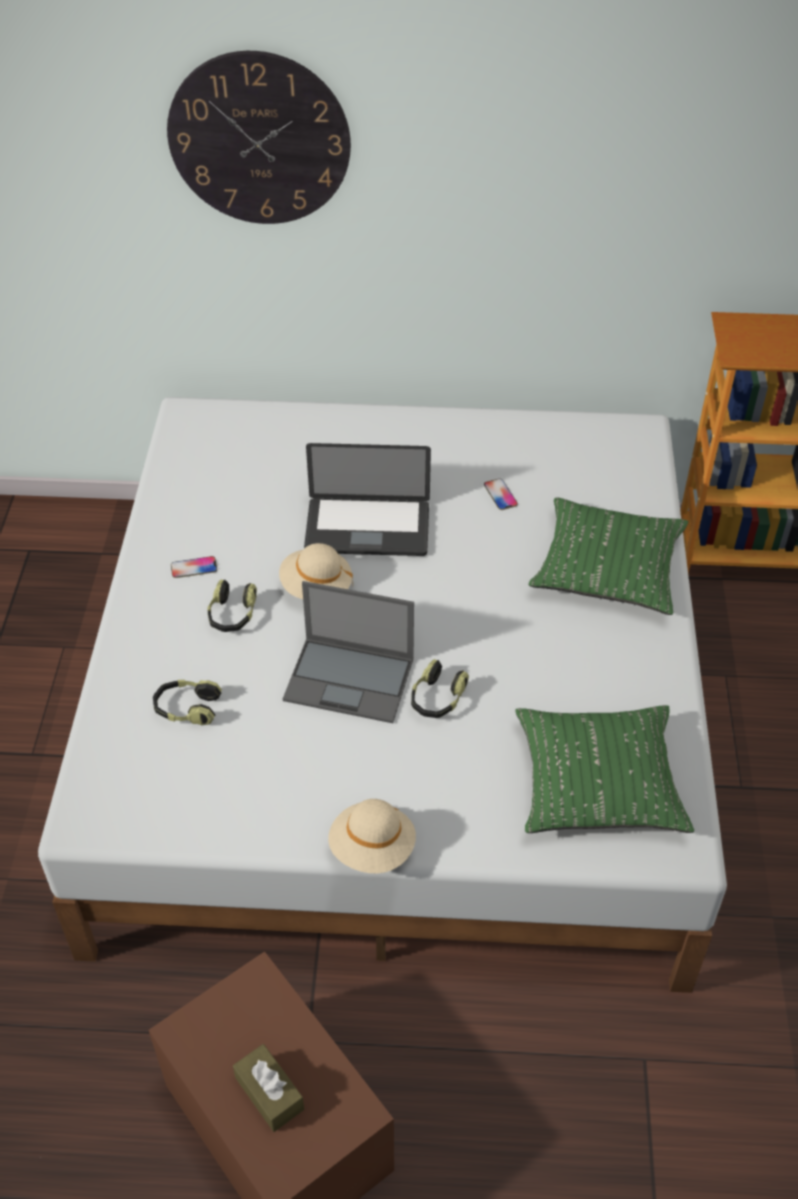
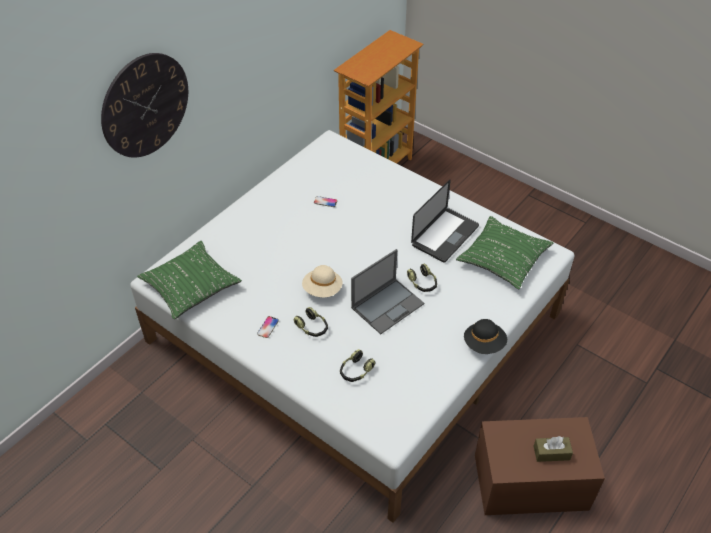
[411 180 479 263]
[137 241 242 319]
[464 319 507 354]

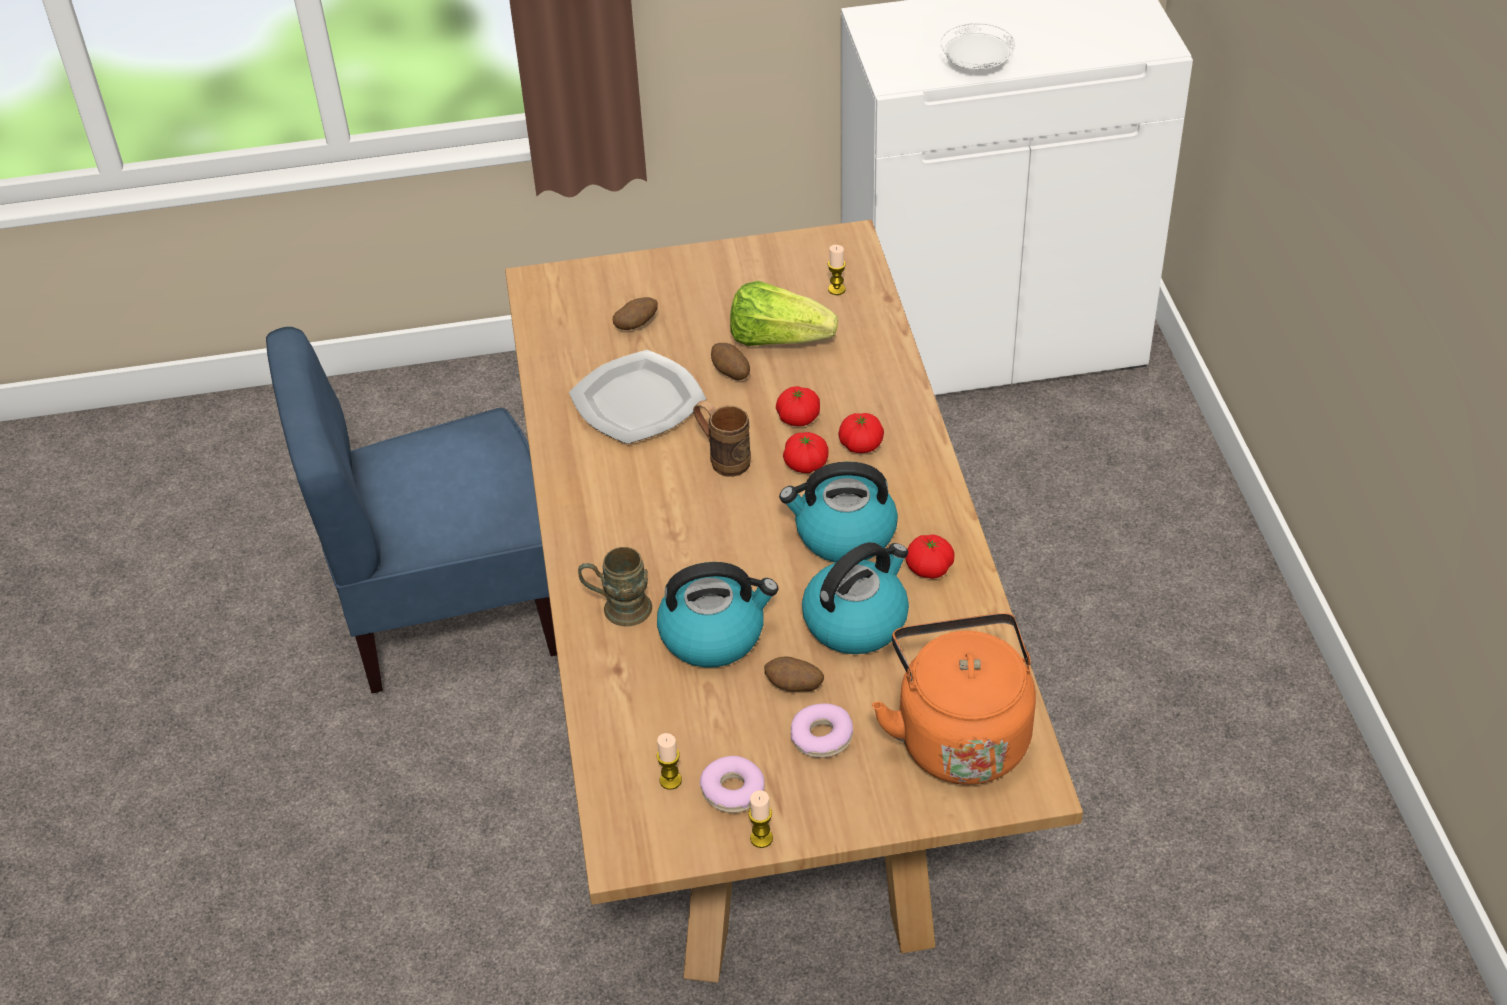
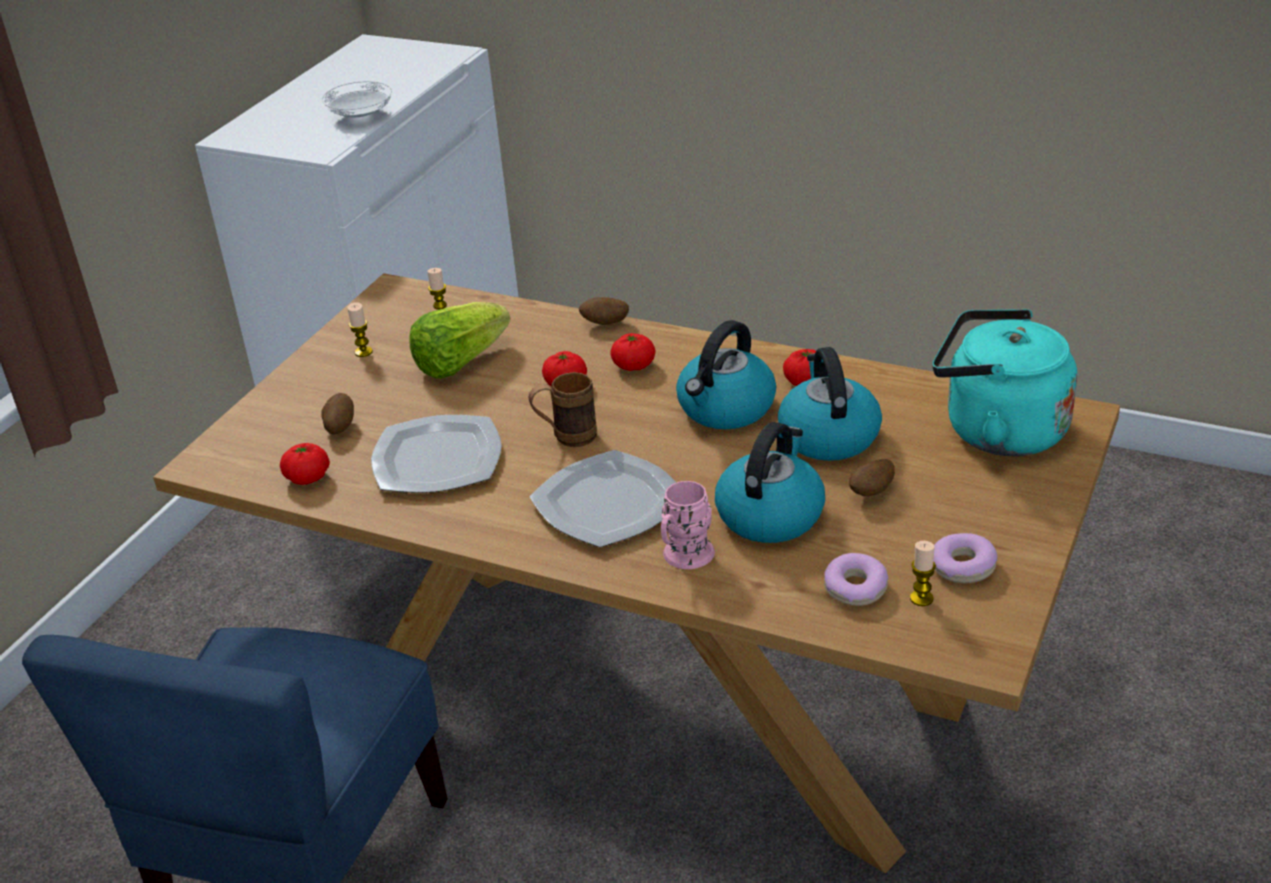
[529 450 676 547]
[579 297 629 325]
[347 302 373 357]
[280 443 330 485]
[824 553 888 606]
[661 481 715 569]
[932 309 1077 456]

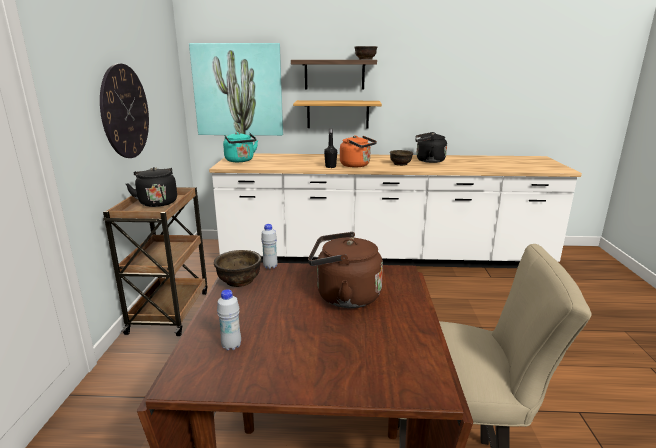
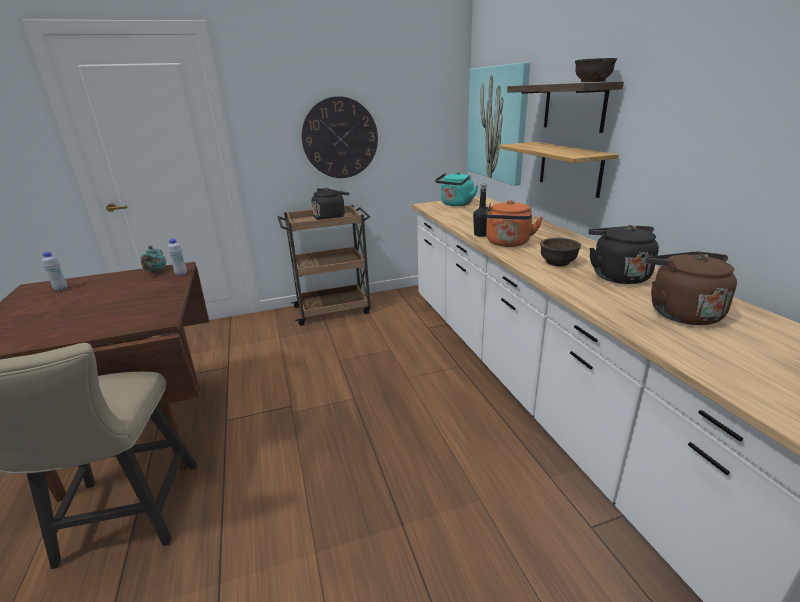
[645 252 737 325]
[141 245 166 272]

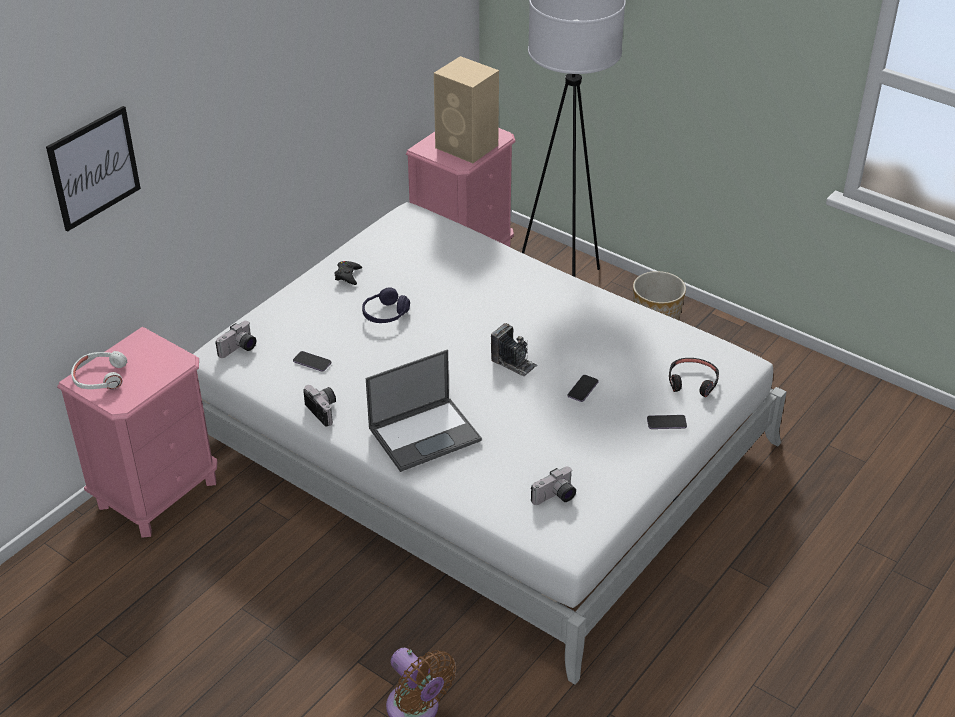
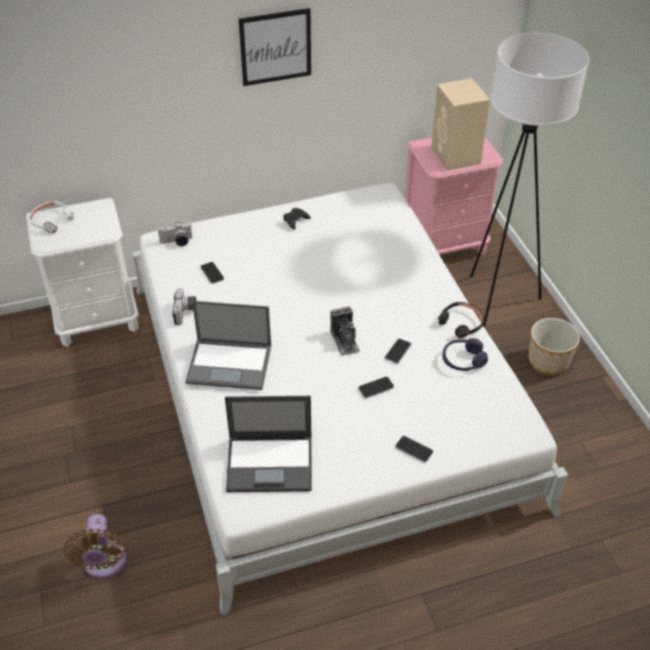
[384 338 412 364]
[239 8 311 86]
[442 338 488 371]
[438 302 484 338]
[225 396 312 492]
[26 198 139 347]

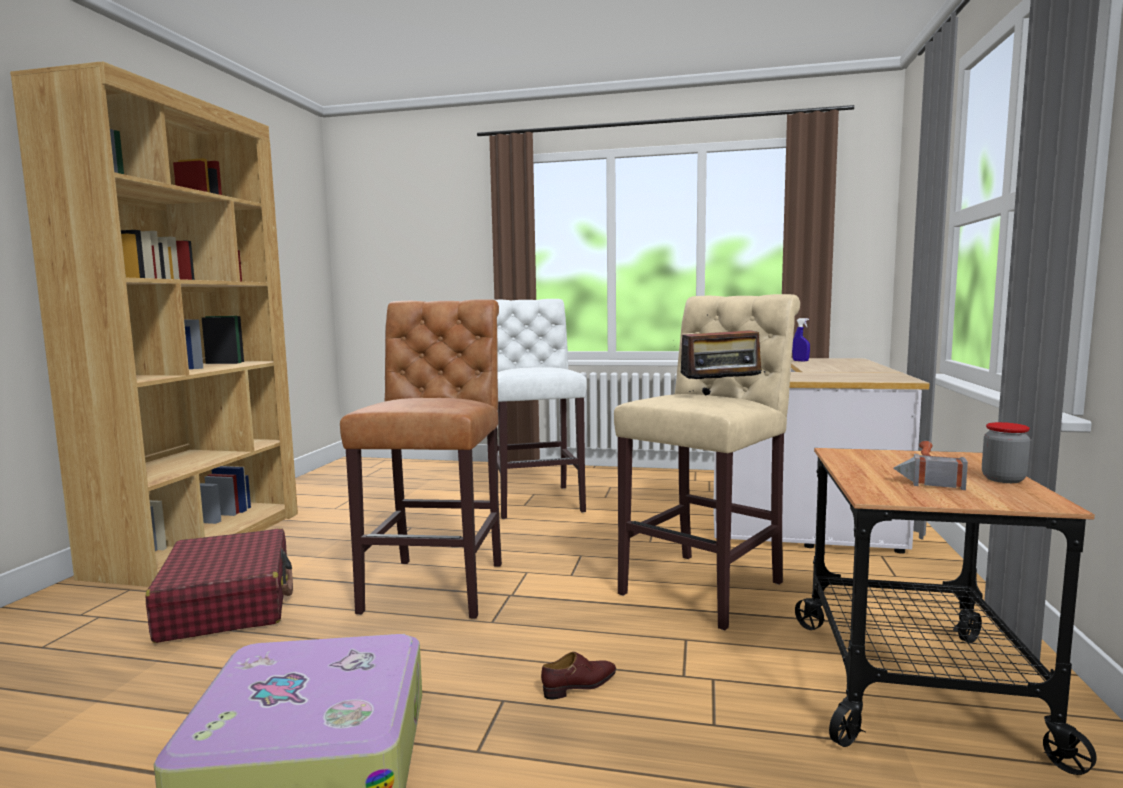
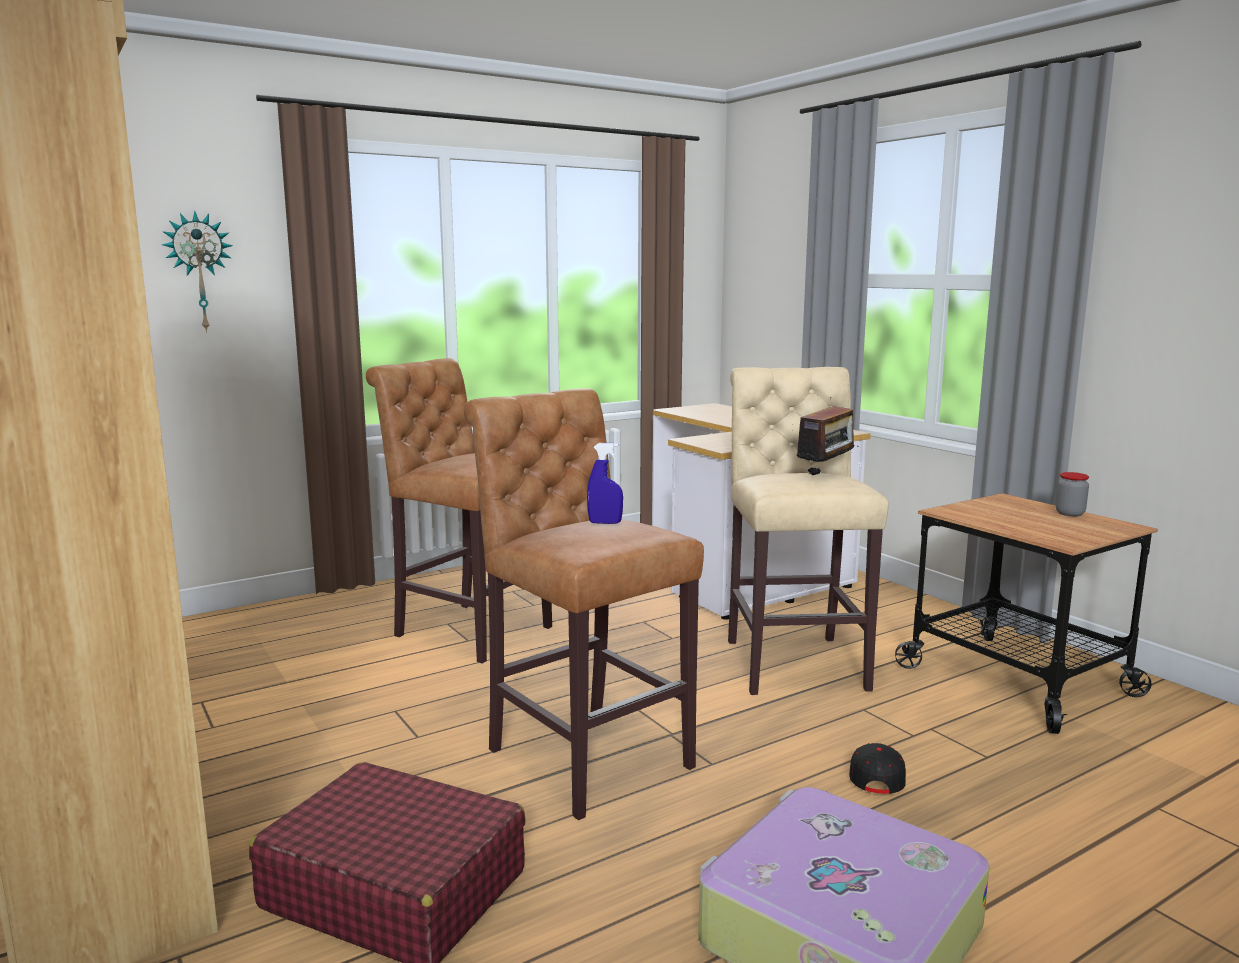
[893 441 968 490] (first image)
[162 211 233 332]
[587 443 623 524]
[849 743 906 794]
[366 358 552 664]

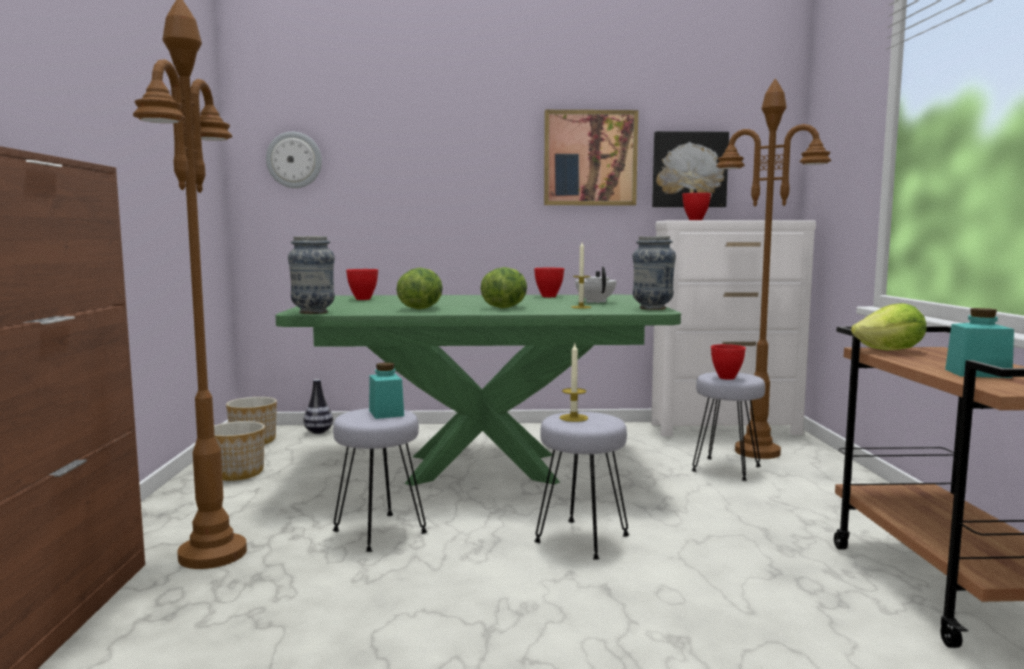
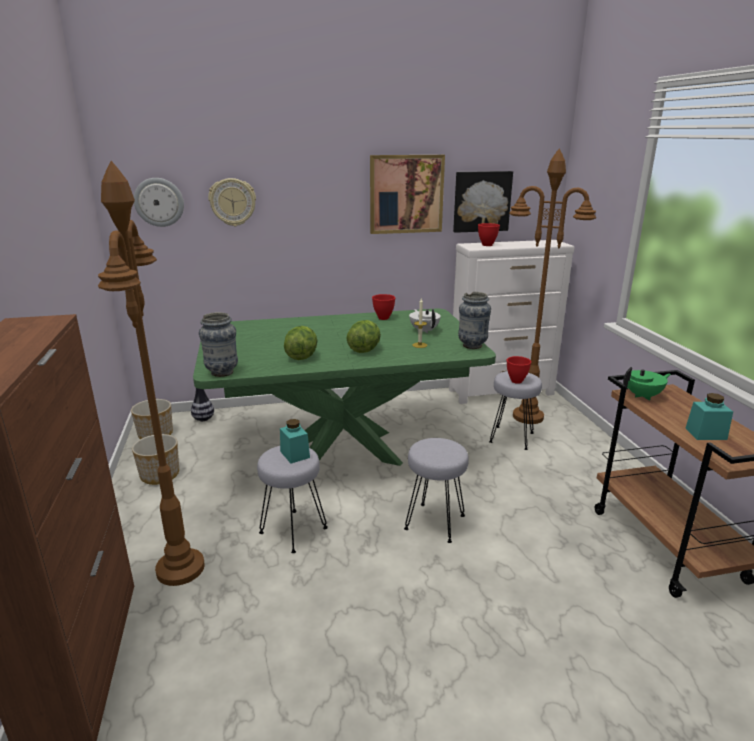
[346 269 378 300] (first image)
[560 344 588 422] (first image)
[208 178 256 226]
[623 367 671 400]

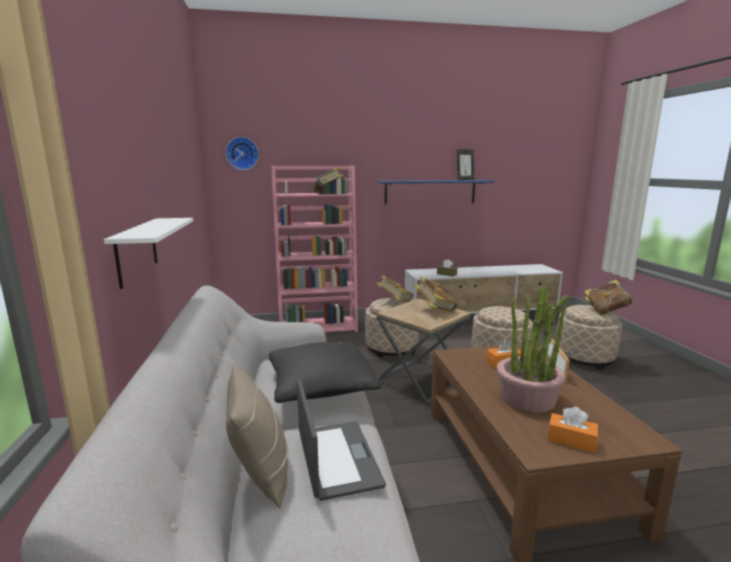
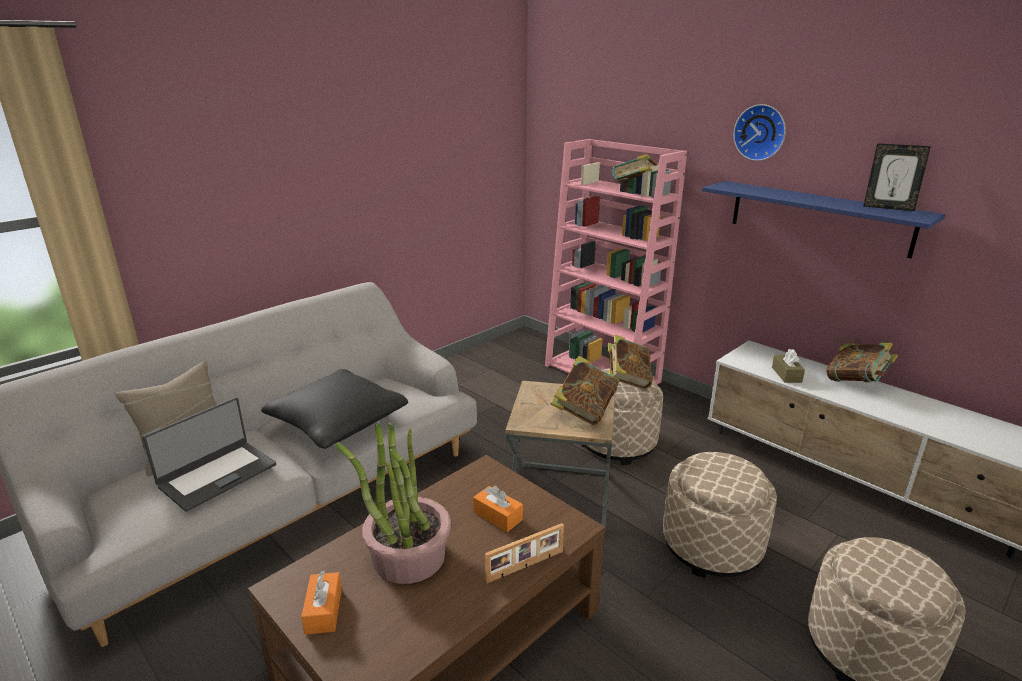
[104 218 193 289] (first image)
[733 104 786 161]
[826 343 898 382]

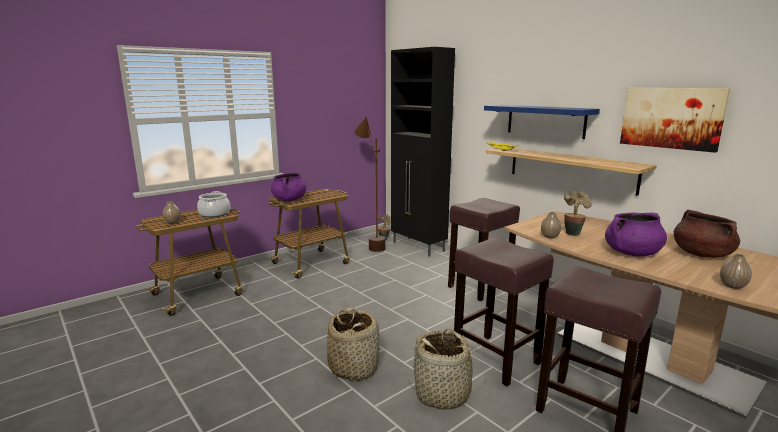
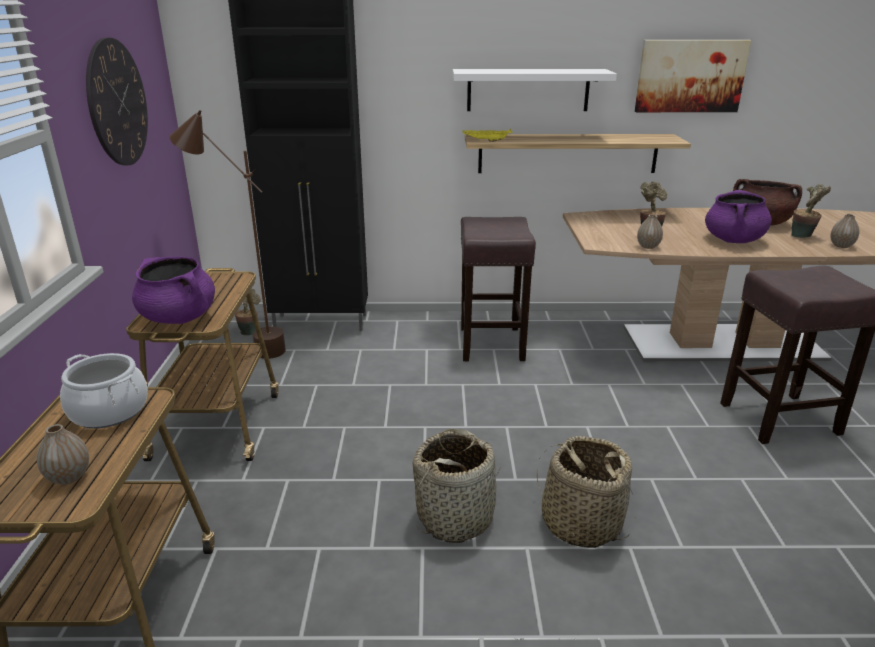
[454 238 554 386] (first image)
[86 37 148 165]
[791 184 831 238]
[413 429 501 543]
[453 69 617 111]

